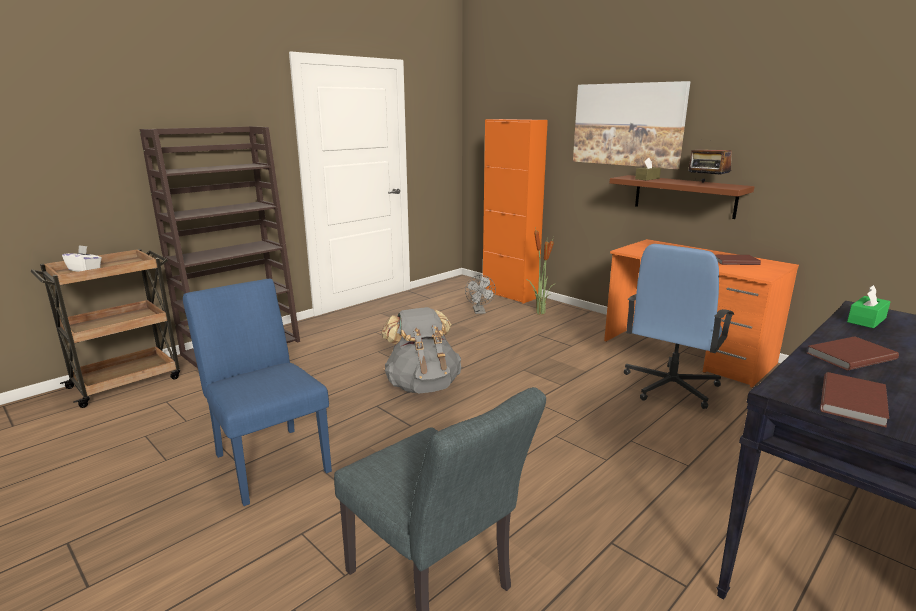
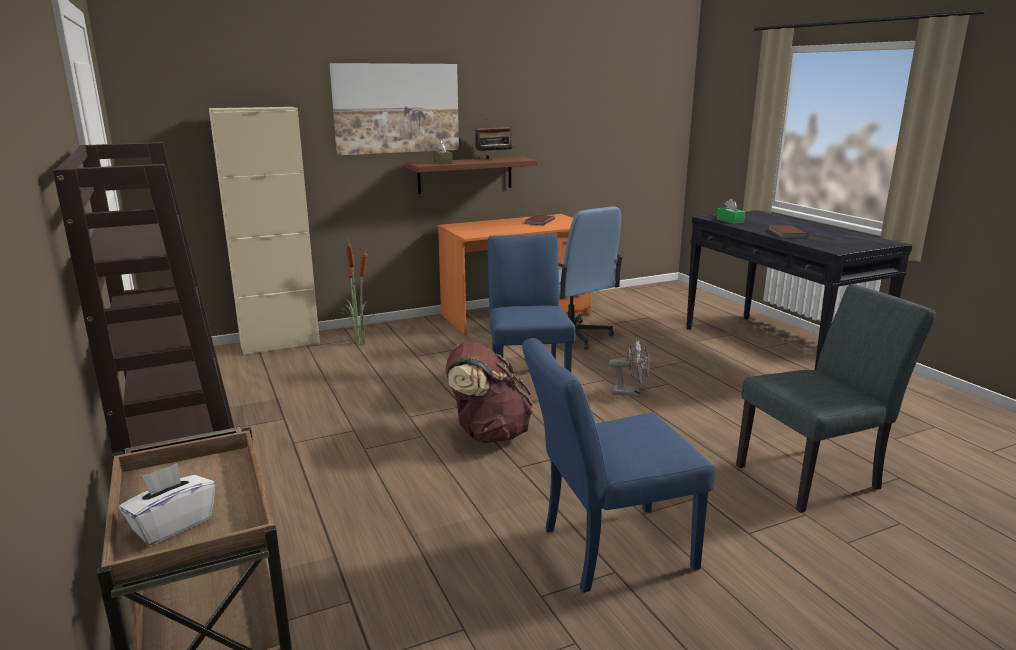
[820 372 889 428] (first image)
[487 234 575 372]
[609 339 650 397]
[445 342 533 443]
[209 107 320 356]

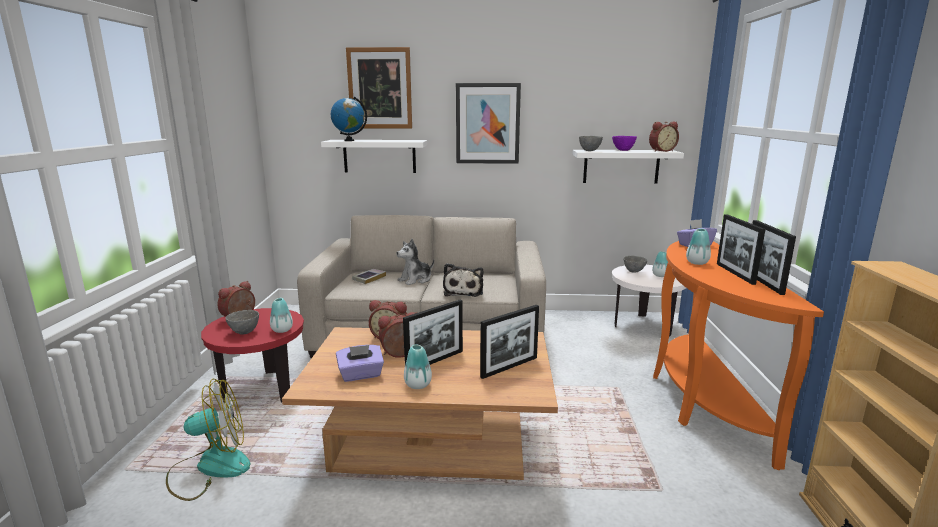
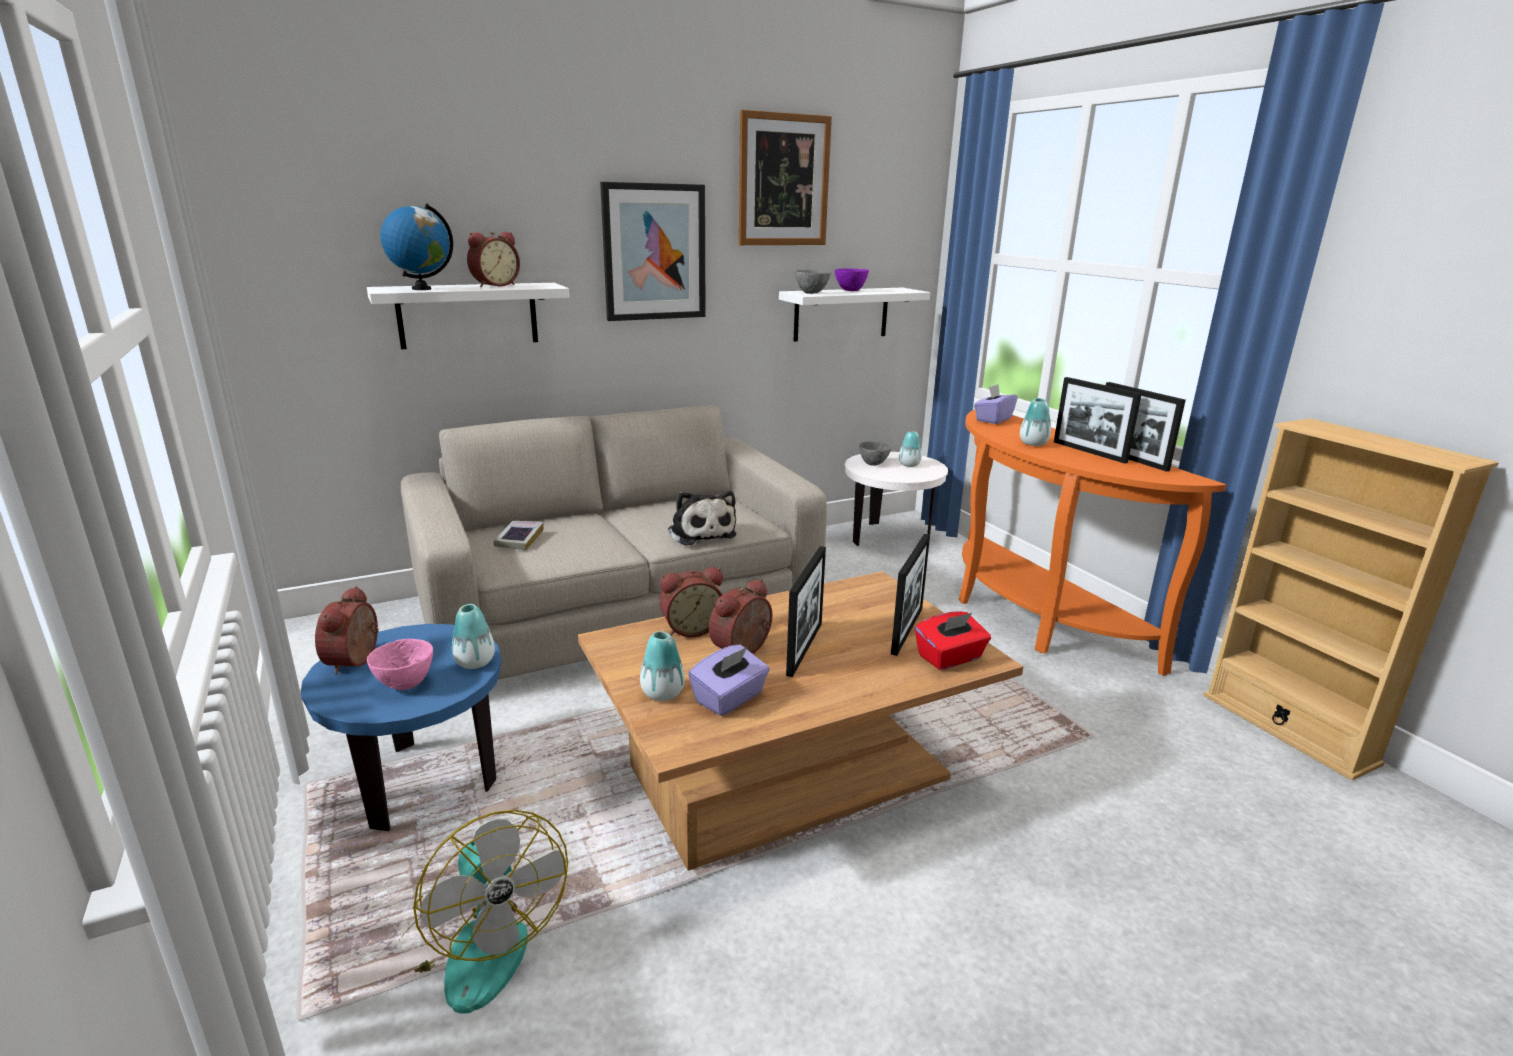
[396 239 434 285] (first image)
[915 611 991 670]
[739 110 832 245]
[640 631 685 701]
[467 232 520 287]
[300 624 502 831]
[367 639 433 690]
[397 810 568 1014]

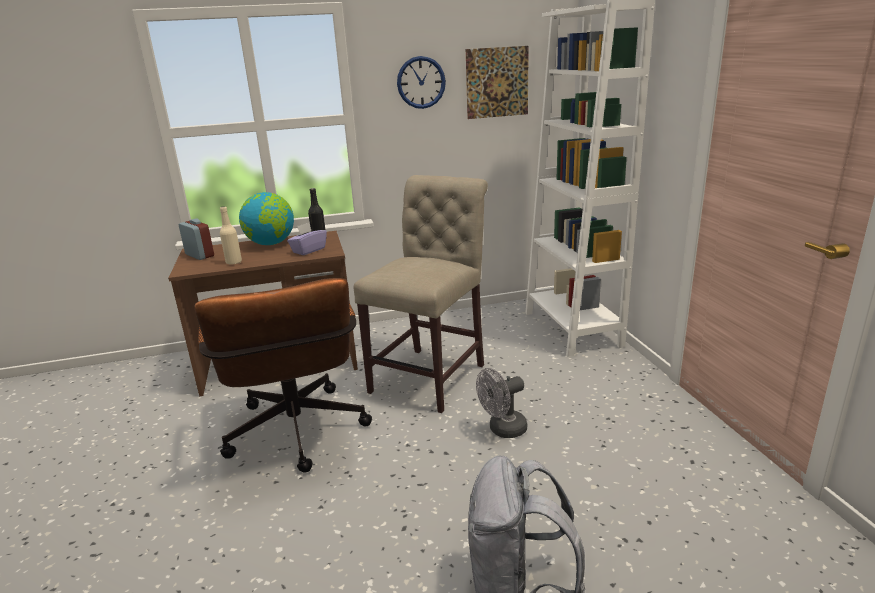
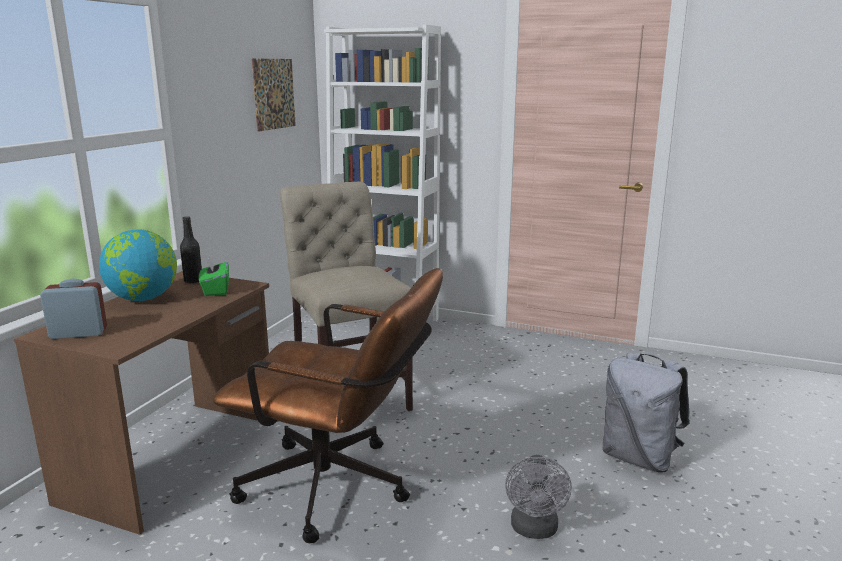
[220 206 242 265] (first image)
[397 56 446 109] (first image)
[505 455 572 539]
[199 256 229 296]

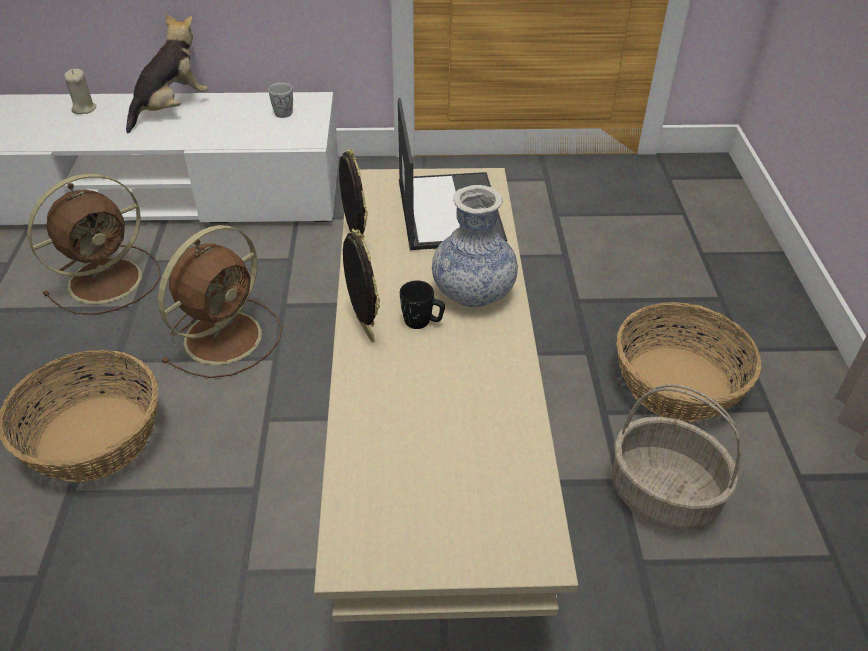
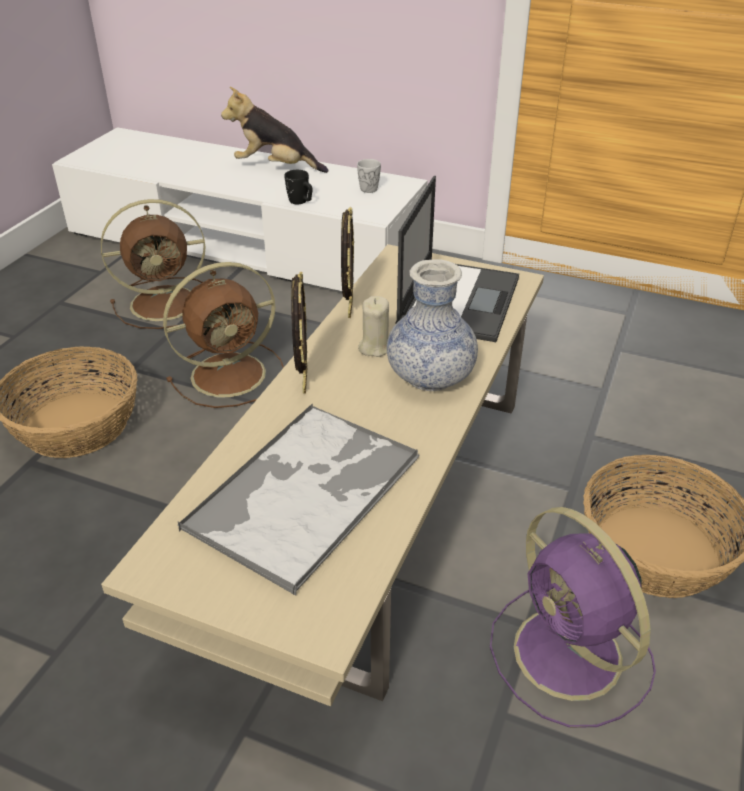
[177 404 420 596]
[358 296 389 357]
[284 170 312 205]
[490 507 656 728]
[221 87 328 173]

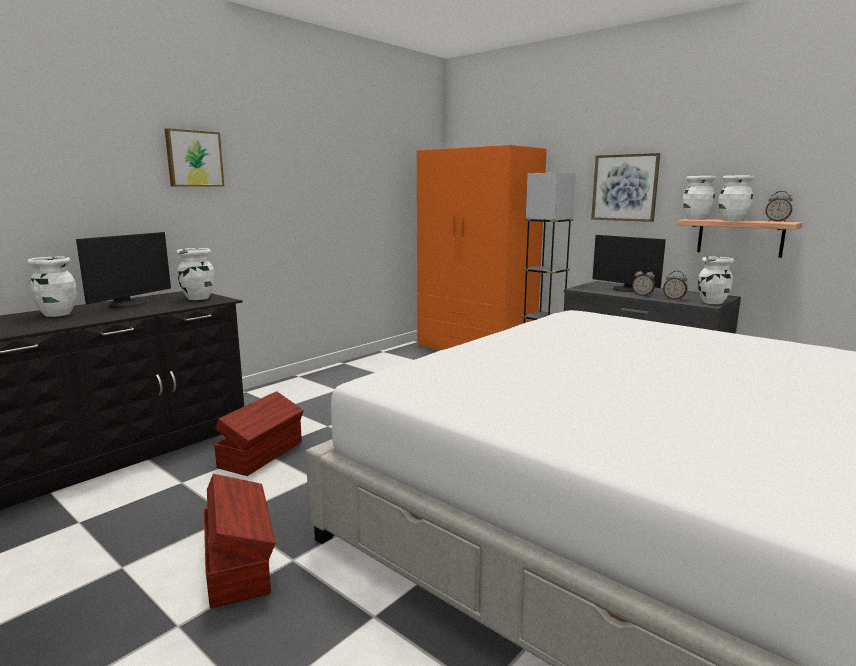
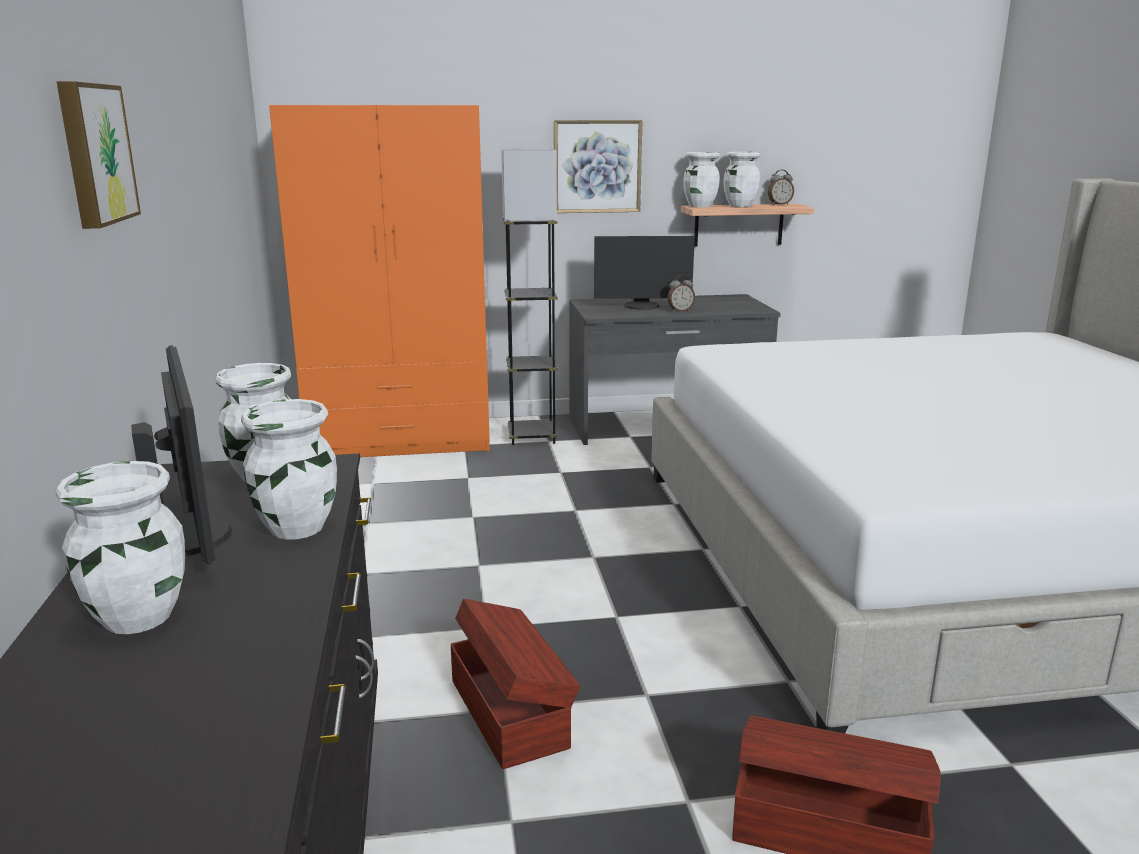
[663 271 688 300] (first image)
[241 399 337 540]

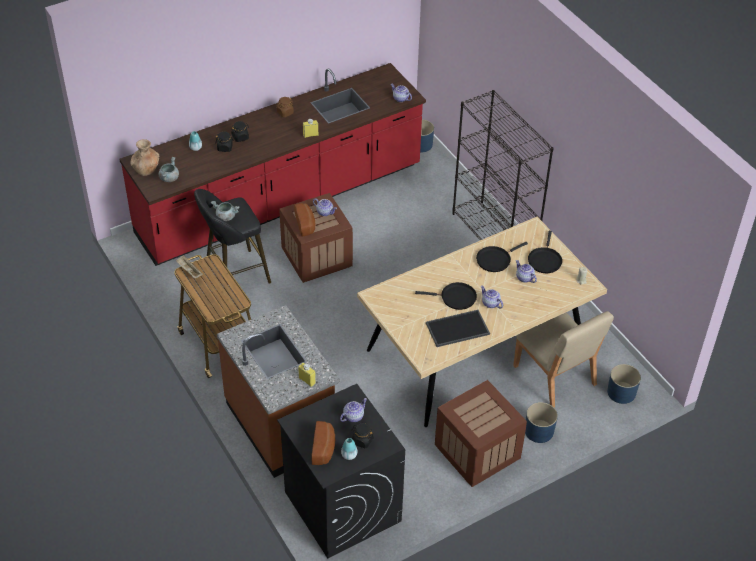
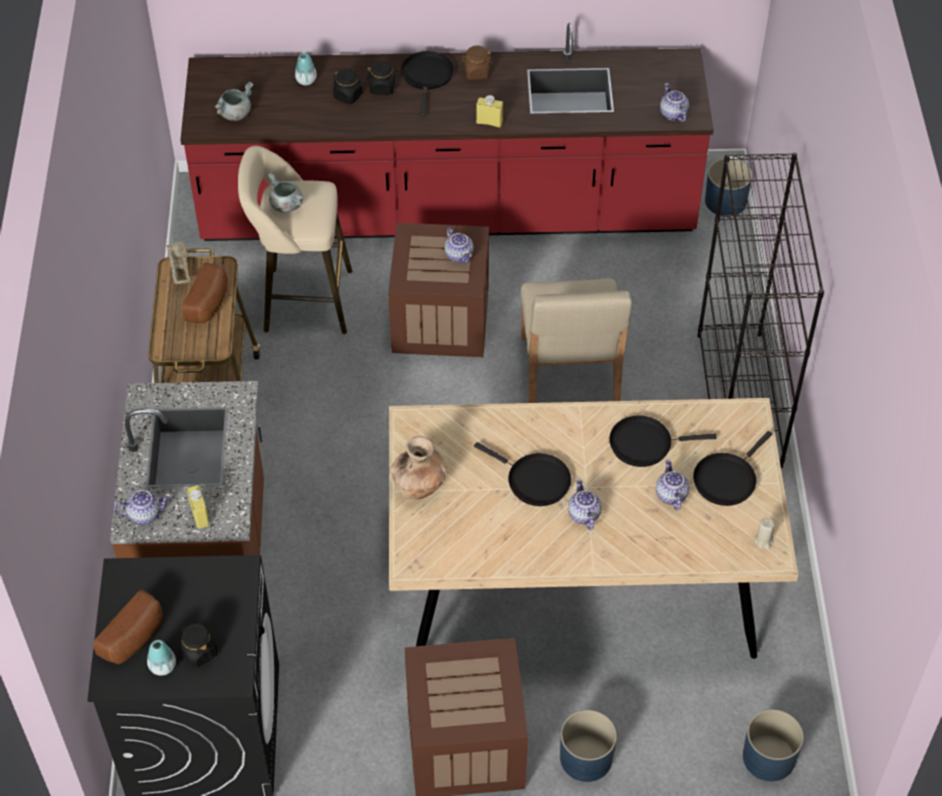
[426 310 490 347] (first image)
[401 51 454 117]
[389 436 448 500]
[182 263 228 323]
[114 490 171 525]
[521 278 632 403]
[238 146 352 334]

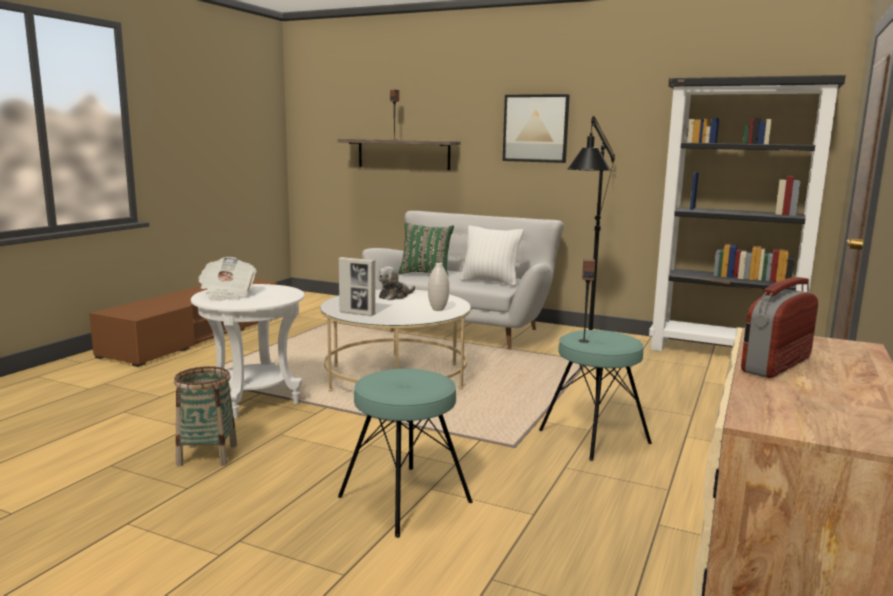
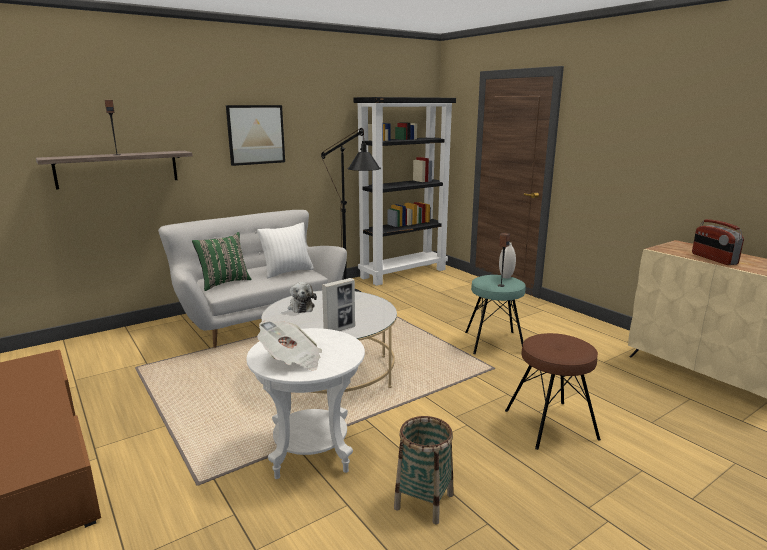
[499 242 516 278]
[505 333 601 450]

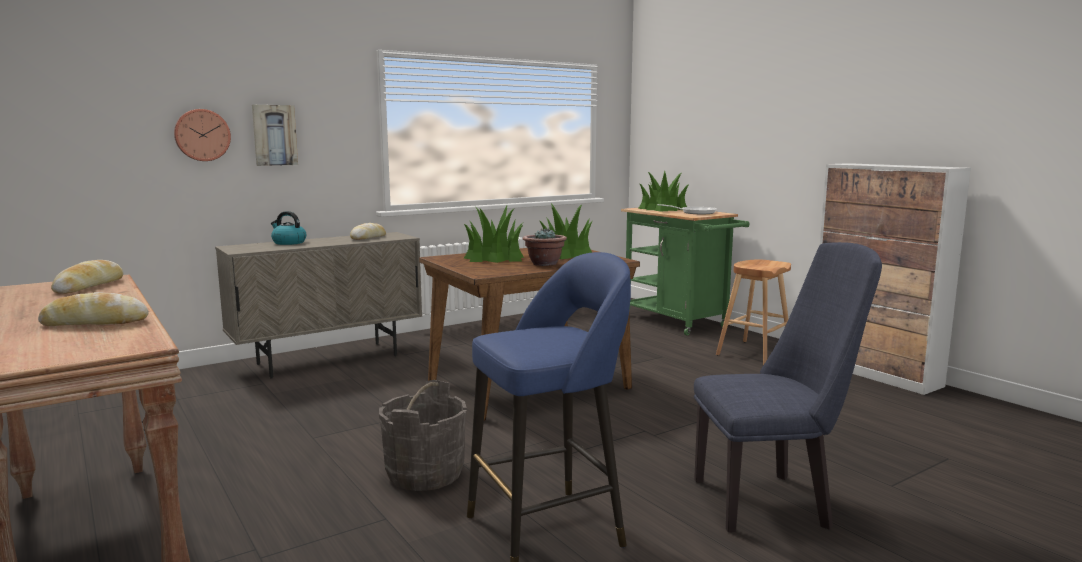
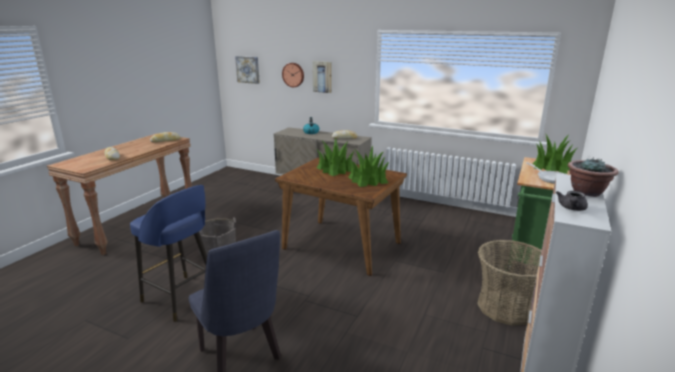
[235 56 260 84]
[556 191 588 211]
[568 157 618 197]
[477 240 542 326]

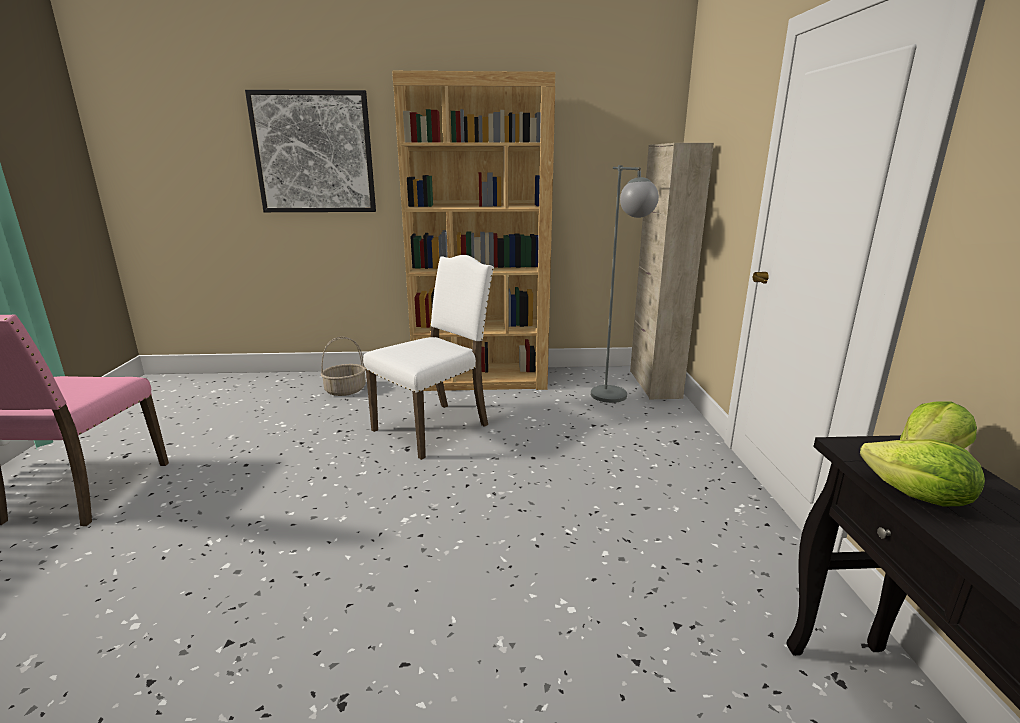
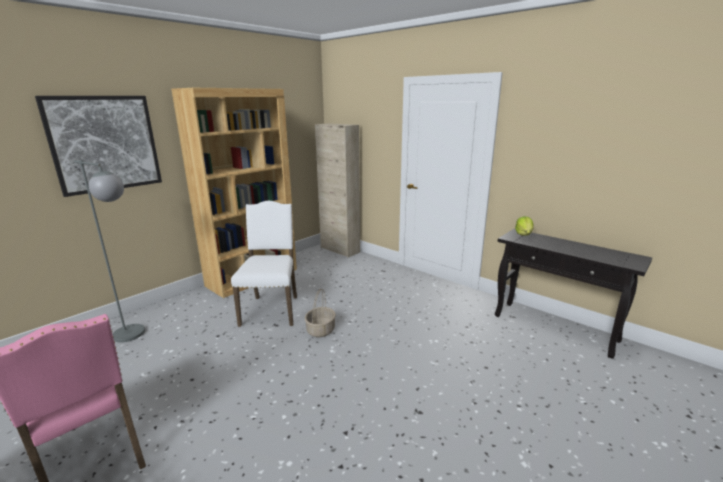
[860 439 985 507] (first image)
[305 289 336 337]
[74 160 145 343]

